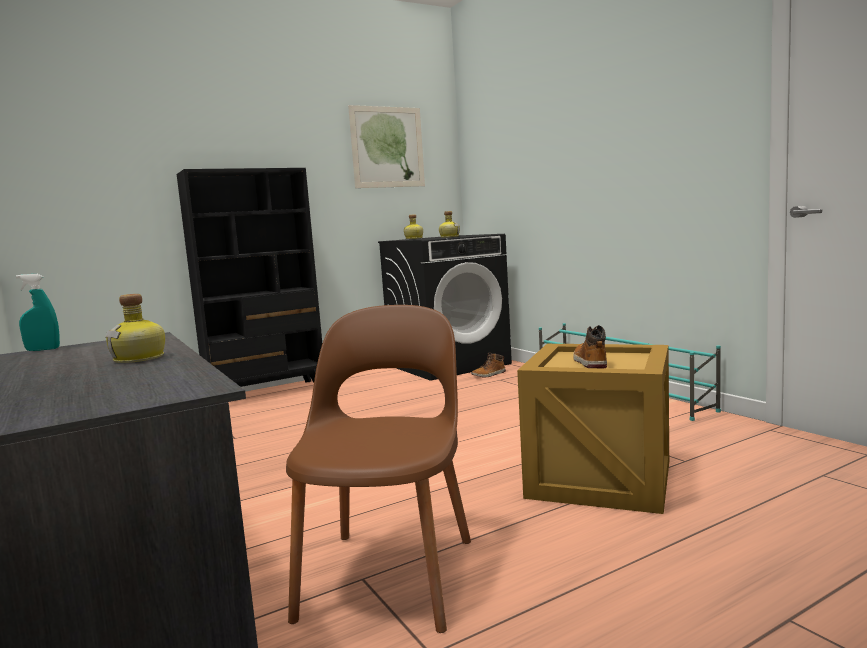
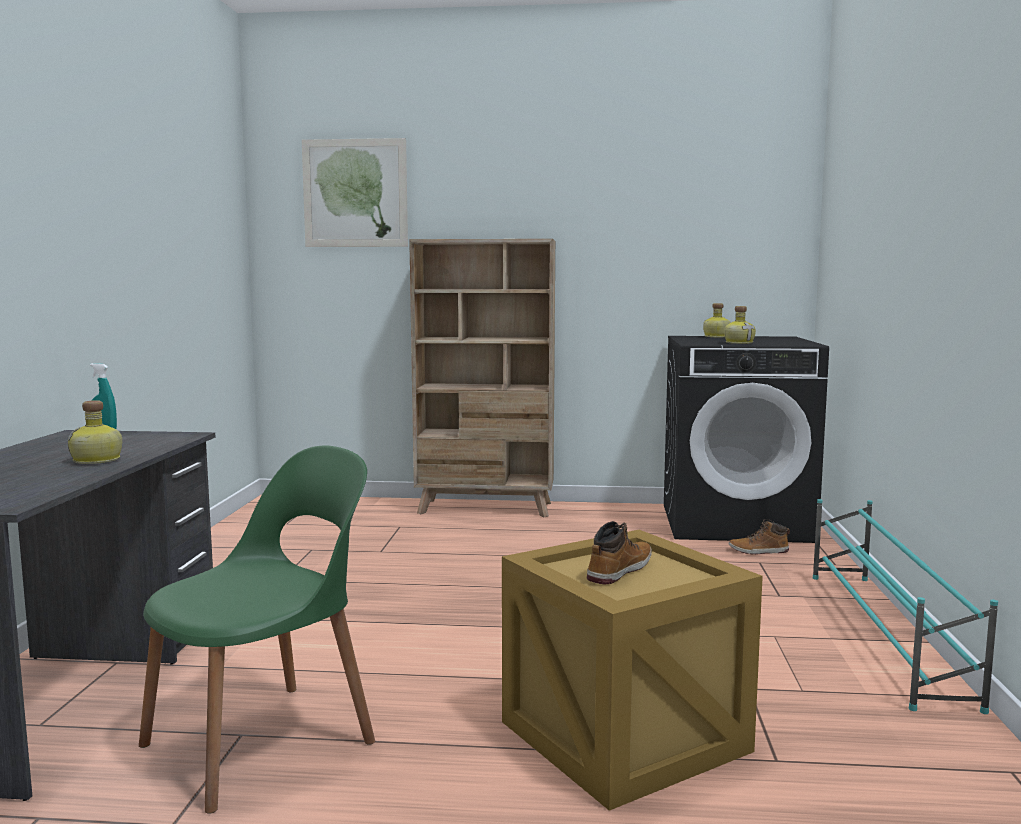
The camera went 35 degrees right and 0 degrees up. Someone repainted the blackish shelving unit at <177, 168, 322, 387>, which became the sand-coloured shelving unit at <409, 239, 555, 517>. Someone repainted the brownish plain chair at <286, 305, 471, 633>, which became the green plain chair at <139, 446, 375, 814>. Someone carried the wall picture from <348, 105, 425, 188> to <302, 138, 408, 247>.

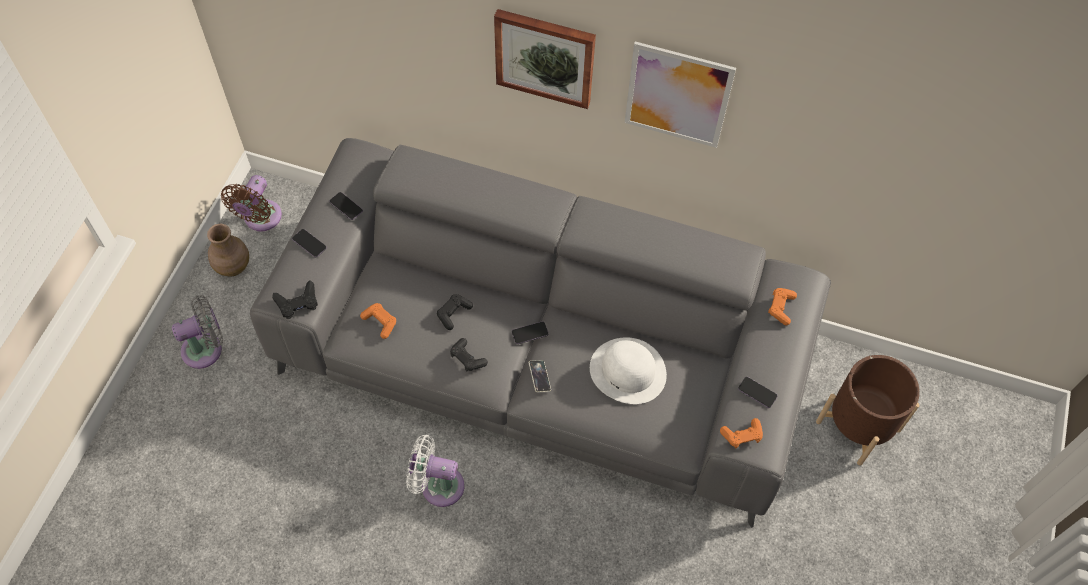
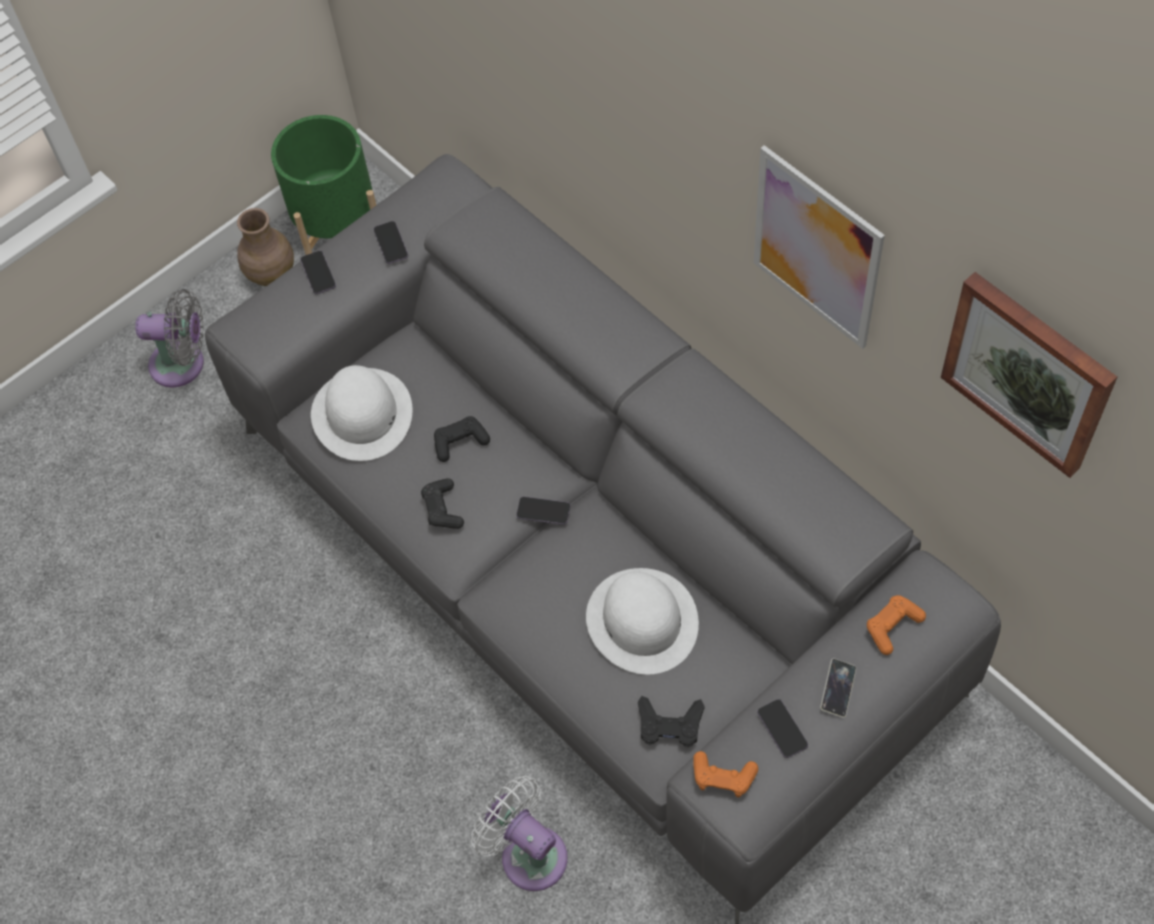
The camera went 35 degrees right and 0 degrees up. Someone swapped the brownish fan at <221, 175, 282, 231> for the green planter at <271, 115, 376, 255>. Someone carried the blackish joypad from <272, 280, 318, 319> to <638, 696, 705, 747>. Someone swapped the orange-coloured joypad at <360, 303, 396, 339> for the white-coloured clothing hat at <311, 365, 413, 461>. Someone carried the white-coloured fan from <406, 435, 464, 507> to <471, 776, 568, 891>. Someone carried the wall picture from <494, 9, 596, 109> to <941, 272, 1117, 478>. Someone carried the handset from <529, 360, 551, 393> to <820, 658, 856, 718>. Someone took away the brownish planter at <816, 355, 920, 466>.

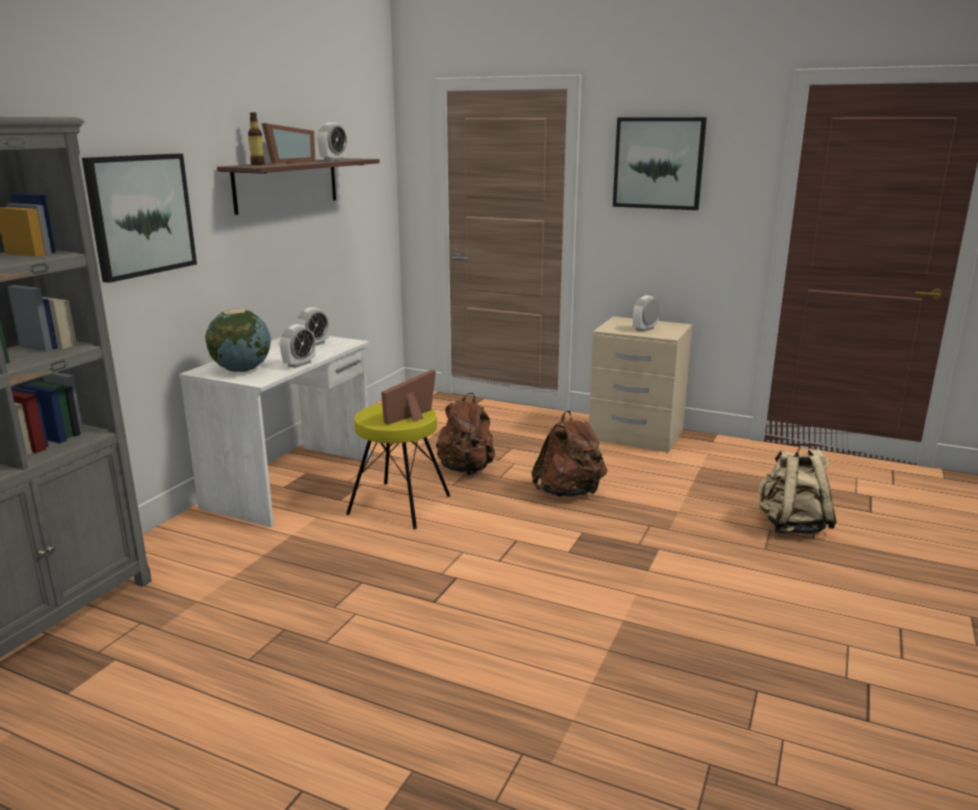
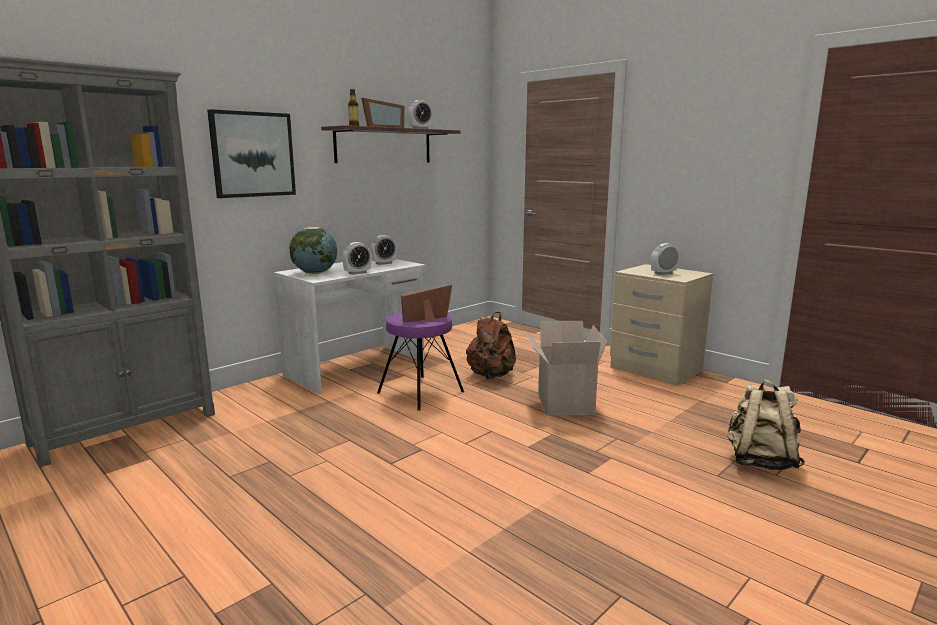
The camera went 20 degrees right and 5 degrees down. Someone repainted the yellow sitting stool at <346, 403, 450, 529>, which became the purple-coloured sitting stool at <377, 312, 464, 411>. Someone swapped the brownish rucksack at <531, 410, 607, 497> for the carton at <525, 321, 607, 416>. Someone took away the wall picture at <613, 117, 707, 210>.

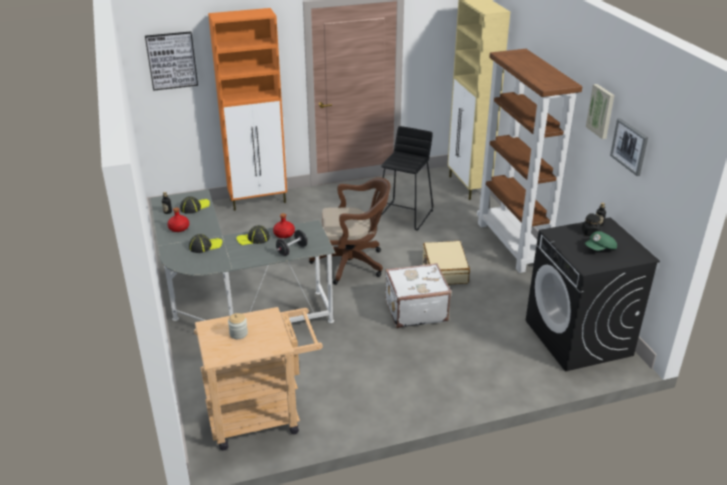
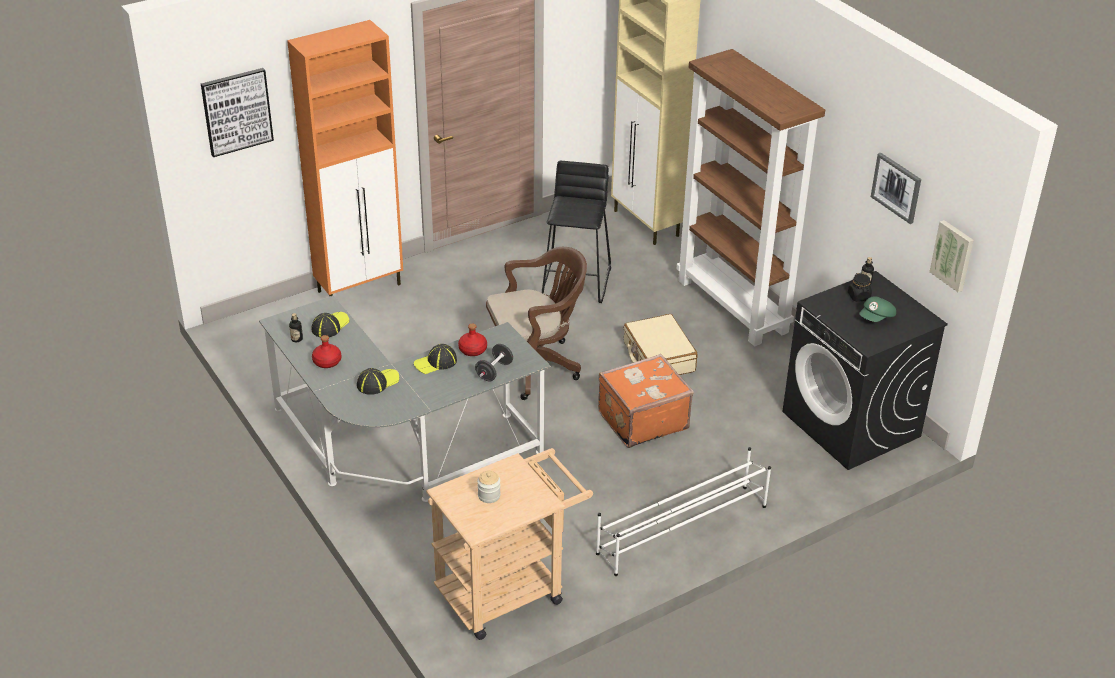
The camera went 15 degrees left and 5 degrees up. Someone repainted the white-coloured suitcase at <385, 263, 452, 328>, which became the orange-coloured suitcase at <598, 354, 694, 448>. Someone carried the wall picture from <586, 84, 614, 139> to <929, 220, 974, 292>. Someone put down the white-coloured shoe stand at <596, 447, 771, 576>.

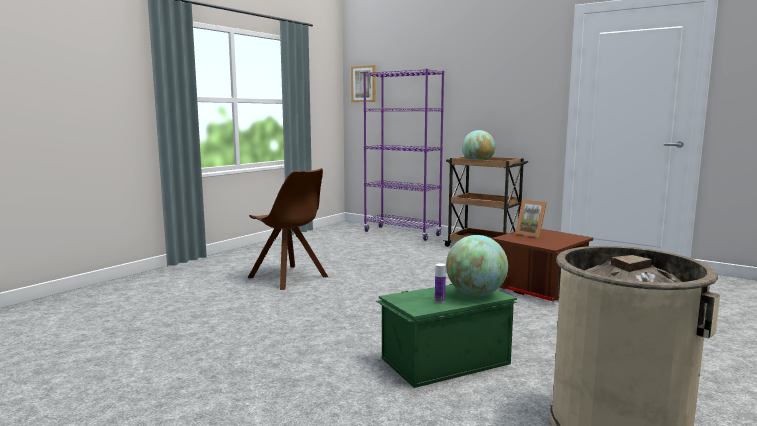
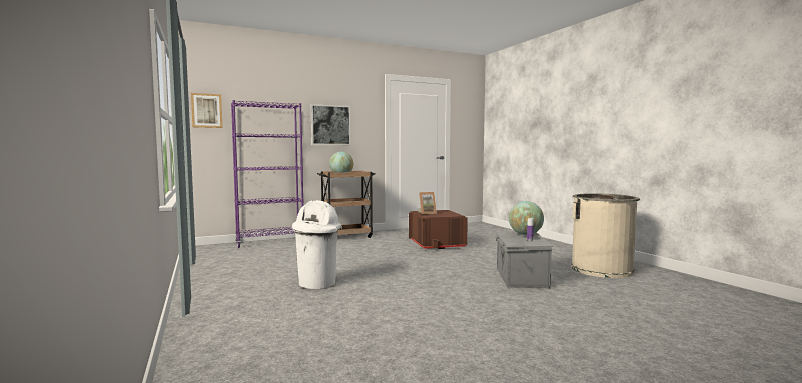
The camera went 60 degrees left and 5 degrees down. Someone swapped the brownish plain chair at <248, 168, 328, 290> for the white-coloured rubbish bin at <292, 200, 342, 289>. Someone repainted the green storage bin at <376, 284, 517, 388>, which became the gray storage bin at <495, 232, 554, 288>. Someone put up the wall picture at <311, 104, 351, 145>.

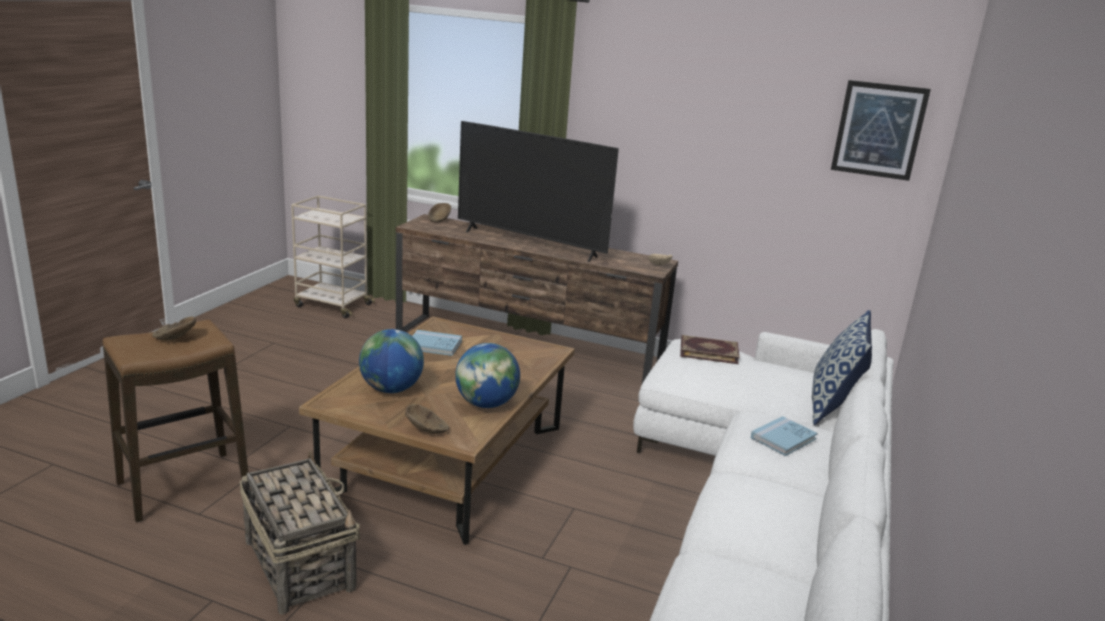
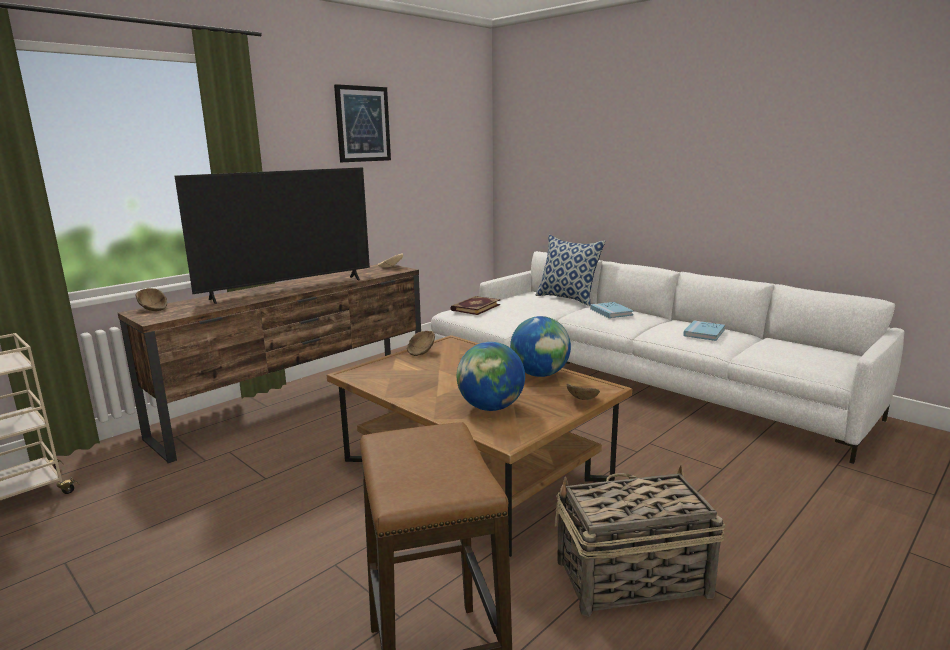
The camera went 65 degrees left and 5 degrees down. Someone carried the brownish serving bowl from <152, 316, 196, 340> to <407, 331, 435, 356>. Someone carried the bluish volume from <412, 330, 462, 356> to <683, 321, 725, 341>. Someone carried the wall picture from <831, 80, 931, 181> to <334, 84, 391, 162>.

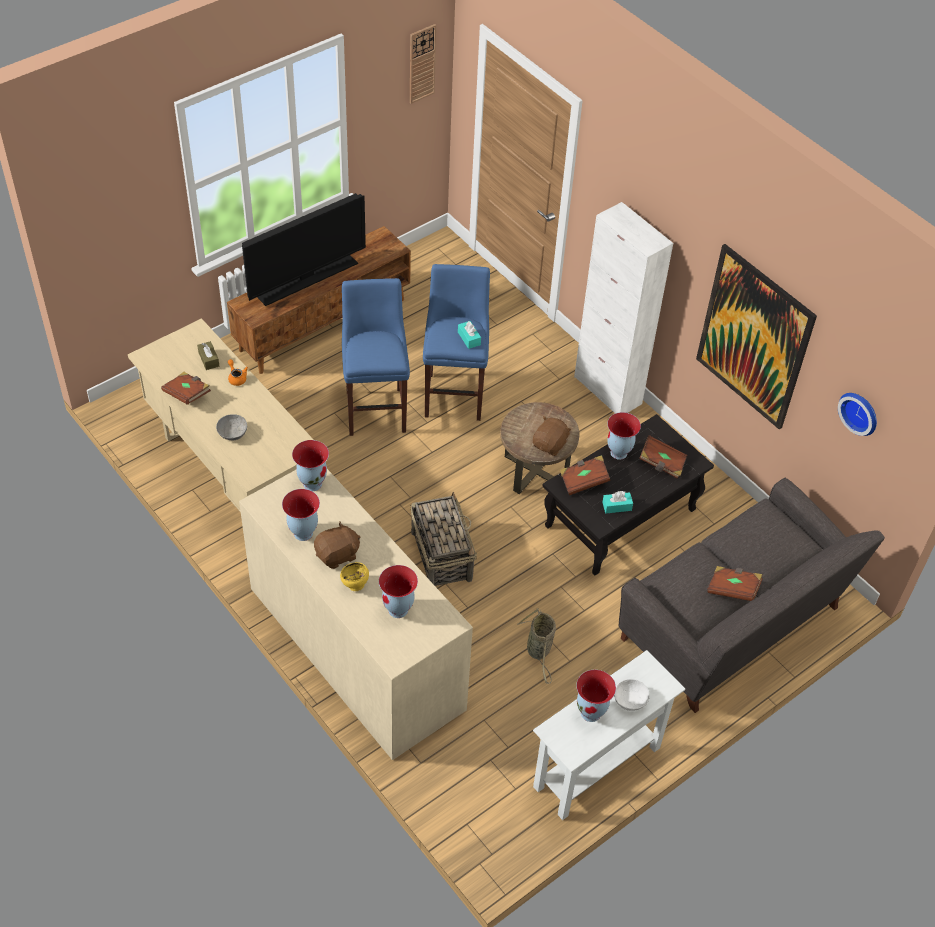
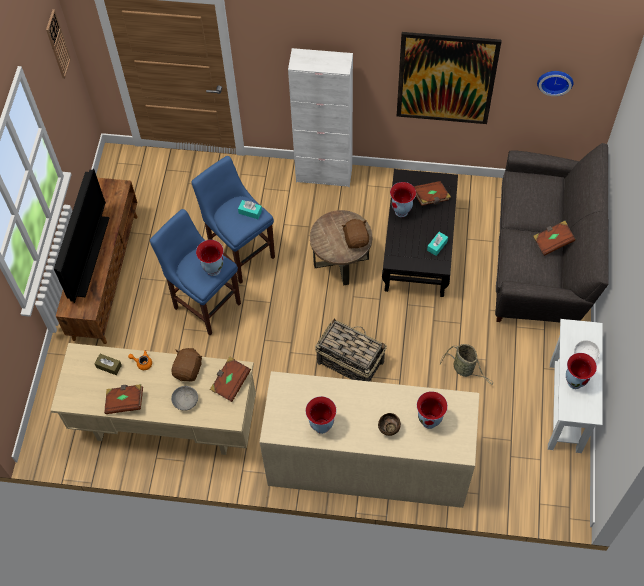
The camera went 40 degrees left and 10 degrees up. Someone carried the vase from <292, 440, 329, 491> to <196, 240, 224, 276>. Someone carried the brownish cuddly toy from <314, 521, 361, 569> to <171, 348, 202, 381>. Someone repainted the yellow serving bowl at <340, 562, 369, 591>, which became the brownish serving bowl at <378, 413, 401, 436>. Someone carried the brownish volume from <560, 455, 611, 495> to <210, 356, 251, 402>.

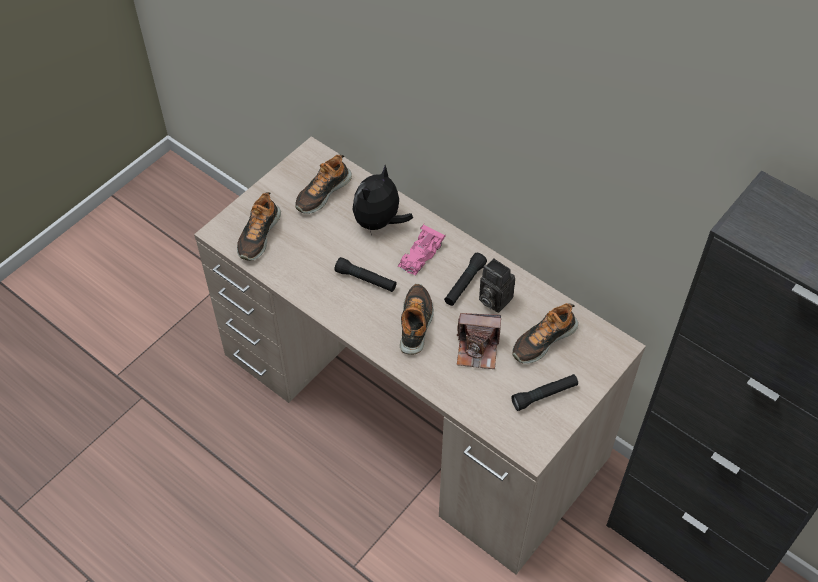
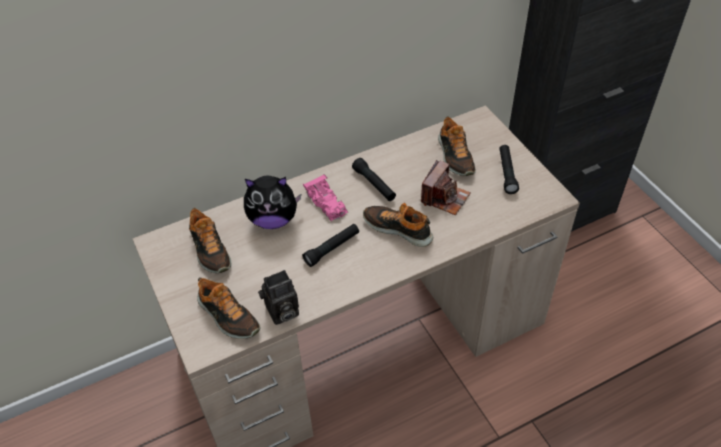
The camera went 65 degrees left and 5 degrees down. Someone rotated the cuddly toy at <352, 165, 413, 235> by 60 degrees counterclockwise. Someone carried the still camera from <479, 258, 515, 313> to <258, 270, 299, 325>.

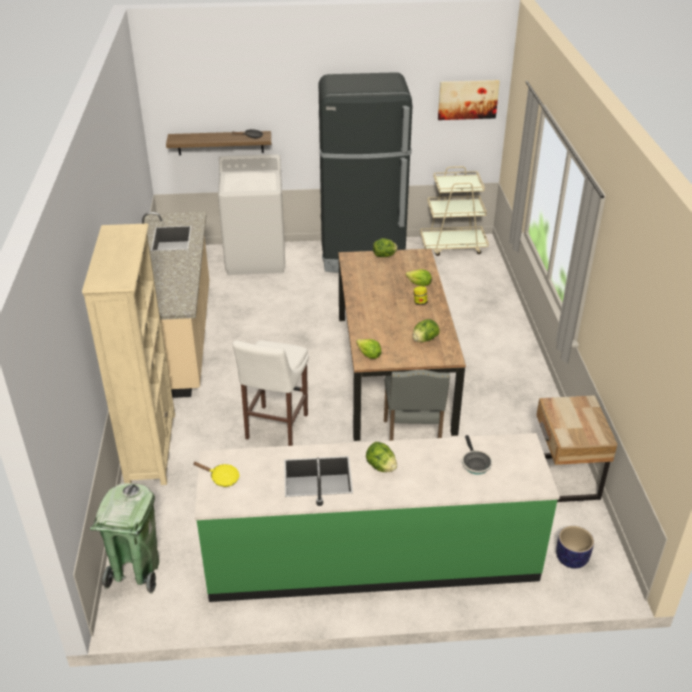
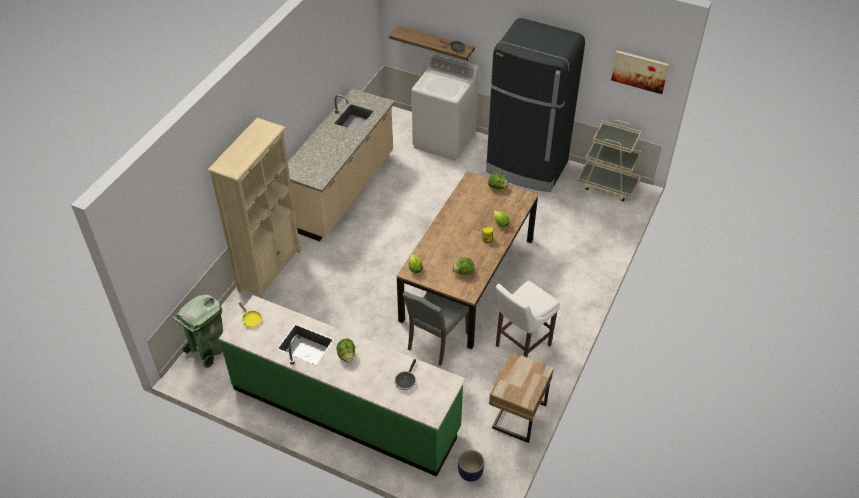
The camera went 30 degrees right and 10 degrees up. Someone carried the white-coloured sitting stool from <233, 340, 309, 446> to <496, 281, 560, 357>.

